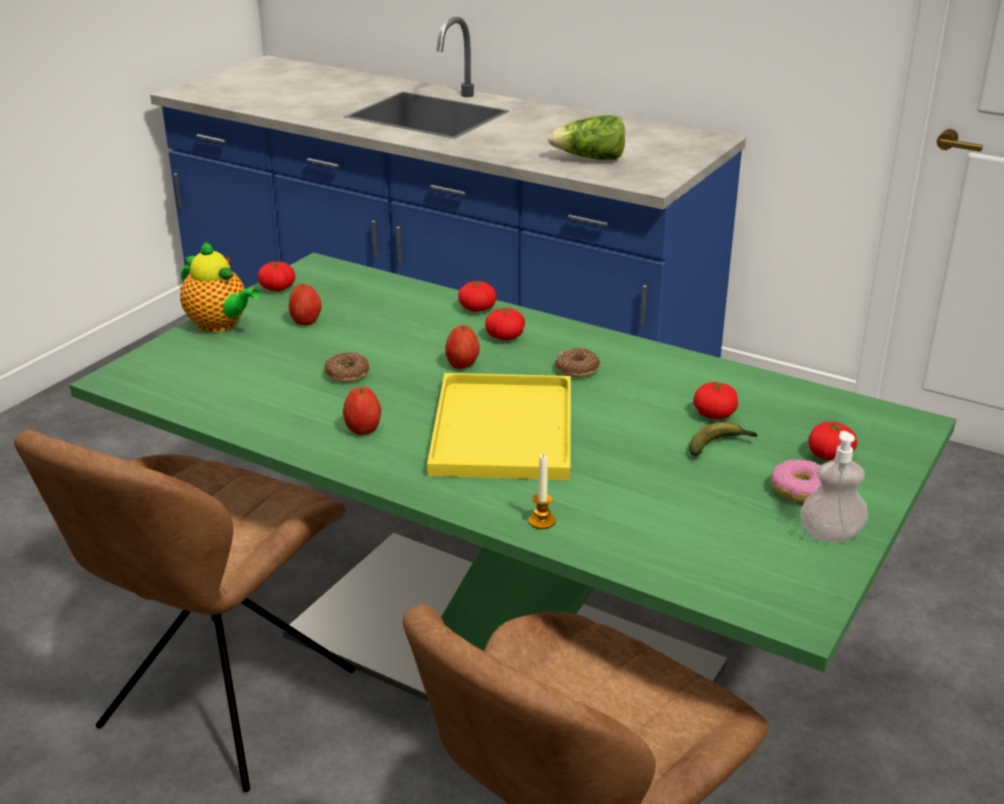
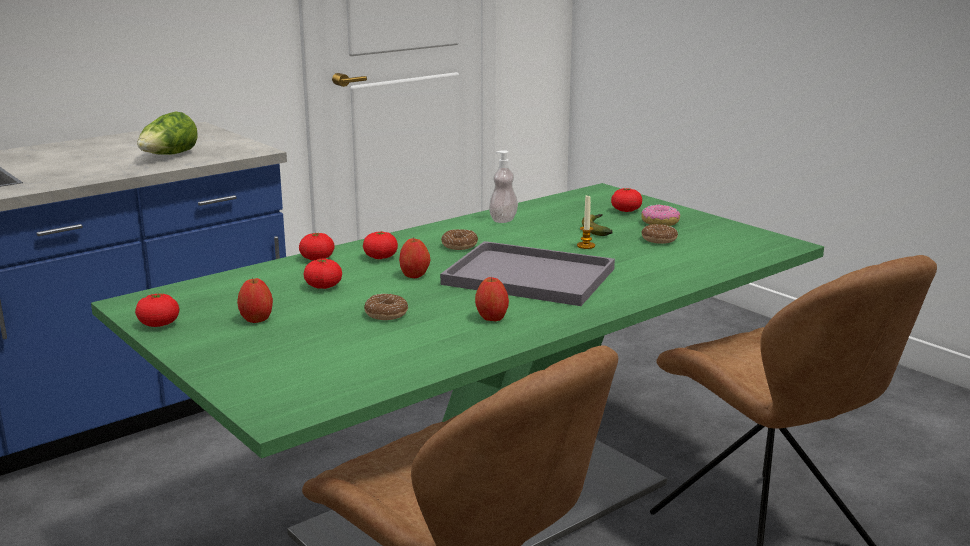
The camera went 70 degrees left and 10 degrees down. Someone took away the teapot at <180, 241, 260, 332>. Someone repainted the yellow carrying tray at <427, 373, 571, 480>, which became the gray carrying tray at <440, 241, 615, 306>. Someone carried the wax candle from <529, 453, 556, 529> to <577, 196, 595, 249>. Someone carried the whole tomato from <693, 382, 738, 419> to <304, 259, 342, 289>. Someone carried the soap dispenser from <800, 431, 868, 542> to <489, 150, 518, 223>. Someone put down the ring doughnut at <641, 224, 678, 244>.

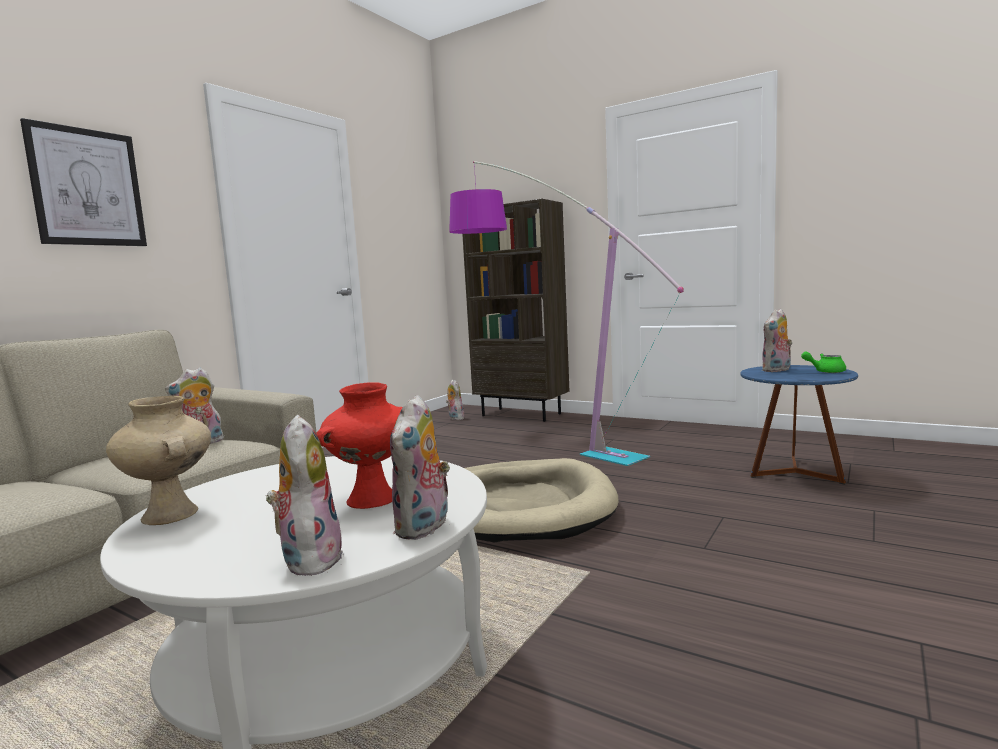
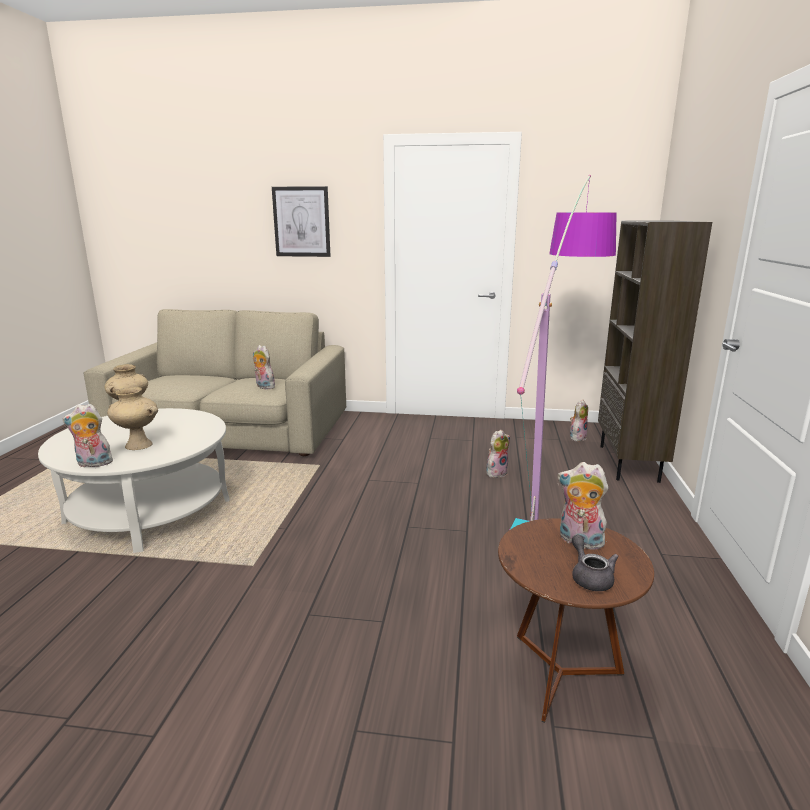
The camera went 65 degrees right and 10 degrees up. Someone carried the cuddly toy from <266, 415, 344, 576> to <486, 430, 510, 478>. Someone repainted the red vase at <316, 382, 403, 509>, which became the sand-coloured vase at <107, 387, 158, 450>. Someone took away the sand-coloured pet bed at <465, 458, 619, 542>. Someone repainted the bluish accent table at <740, 365, 858, 485>, which became the brownish accent table at <498, 518, 654, 723>. Someone repainted the green teapot at <801, 352, 846, 373>, which became the gray teapot at <572, 535, 619, 591>.

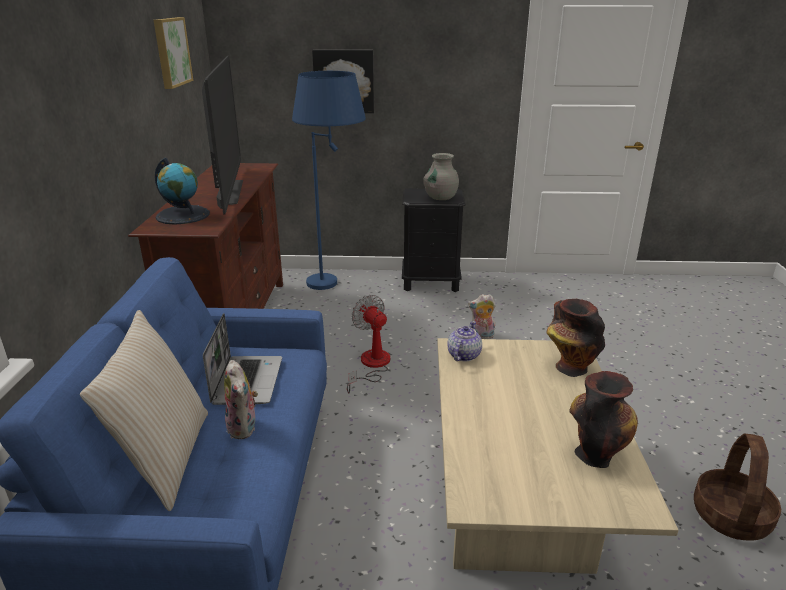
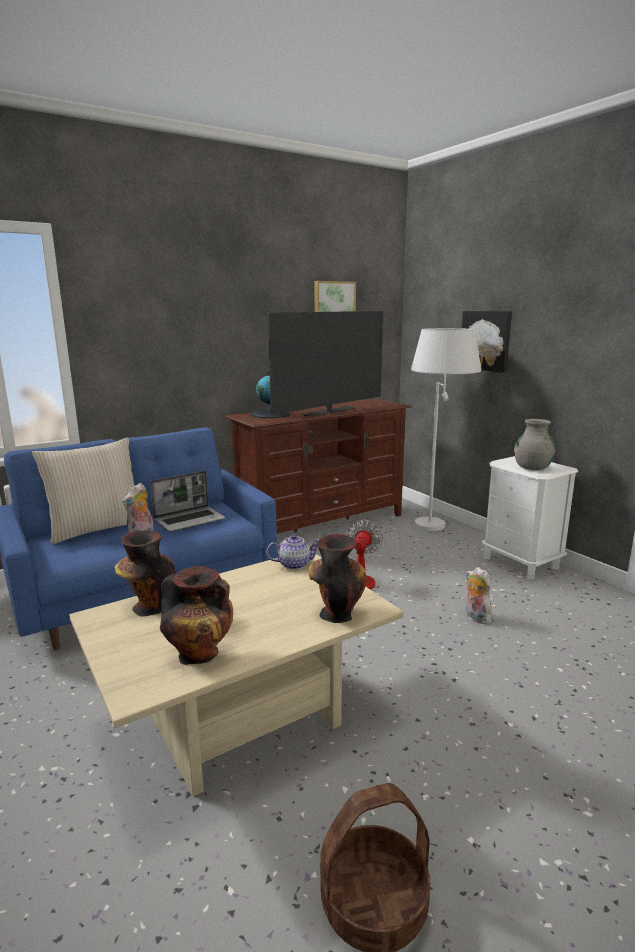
The camera went 55 degrees right and 10 degrees down. Someone repainted the bluish floor lamp at <292, 71, 366, 290>, which became the white-coloured floor lamp at <411, 328, 481, 531>. Someone repainted the blackish nightstand at <402, 188, 466, 292>, which became the white-coloured nightstand at <482, 456, 578, 580>. Someone put down the vase at <115, 530, 176, 617>.

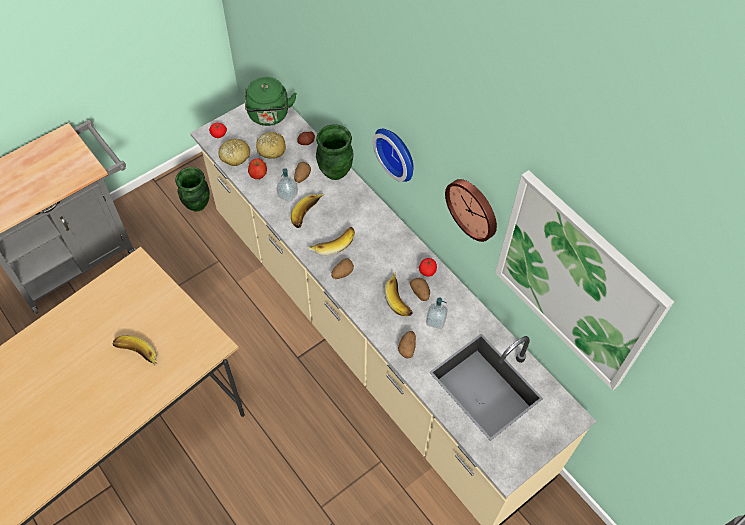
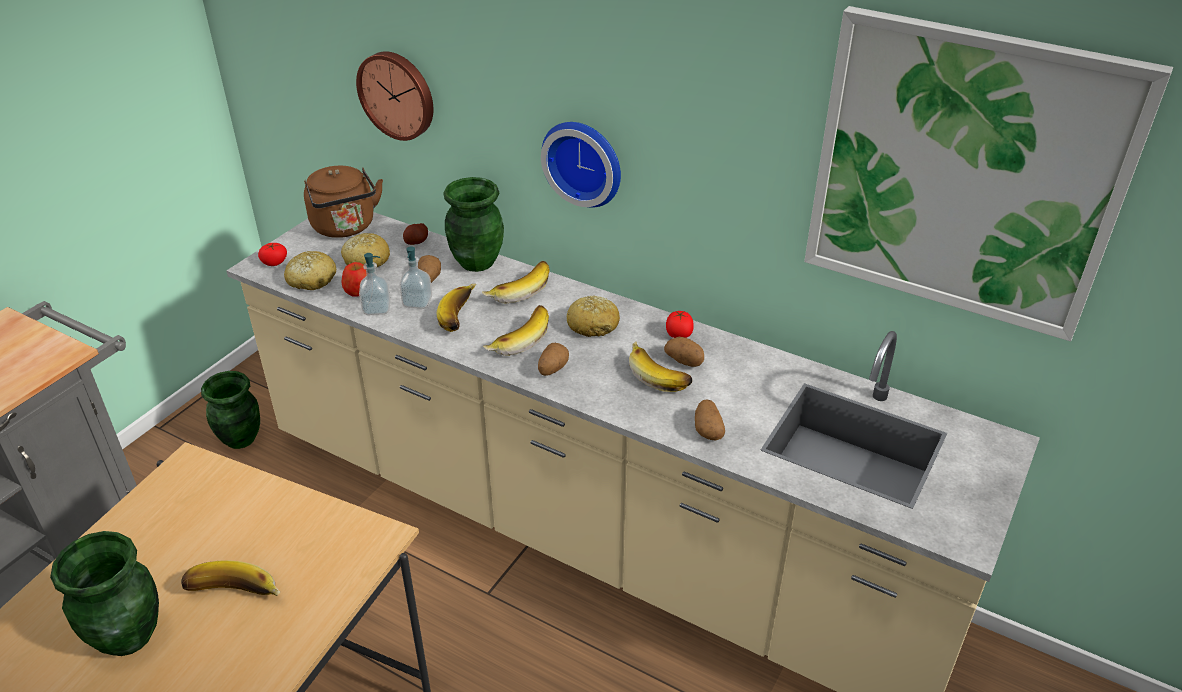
The camera went 20 degrees left and 20 degrees down. Someone repainted the green water kettle at <245, 77, 297, 126>, which became the brownish water kettle at <304, 166, 383, 238>. Someone carried the soap dispenser from <426, 297, 448, 329> to <359, 253, 391, 315>. Someone carried the wall clock from <445, 179, 497, 242> to <356, 51, 433, 141>. Someone put down the green vase at <50, 531, 159, 656>. Someone put down the whole banana at <482, 261, 550, 304>. Someone put down the bakery bread at <567, 295, 620, 337>.

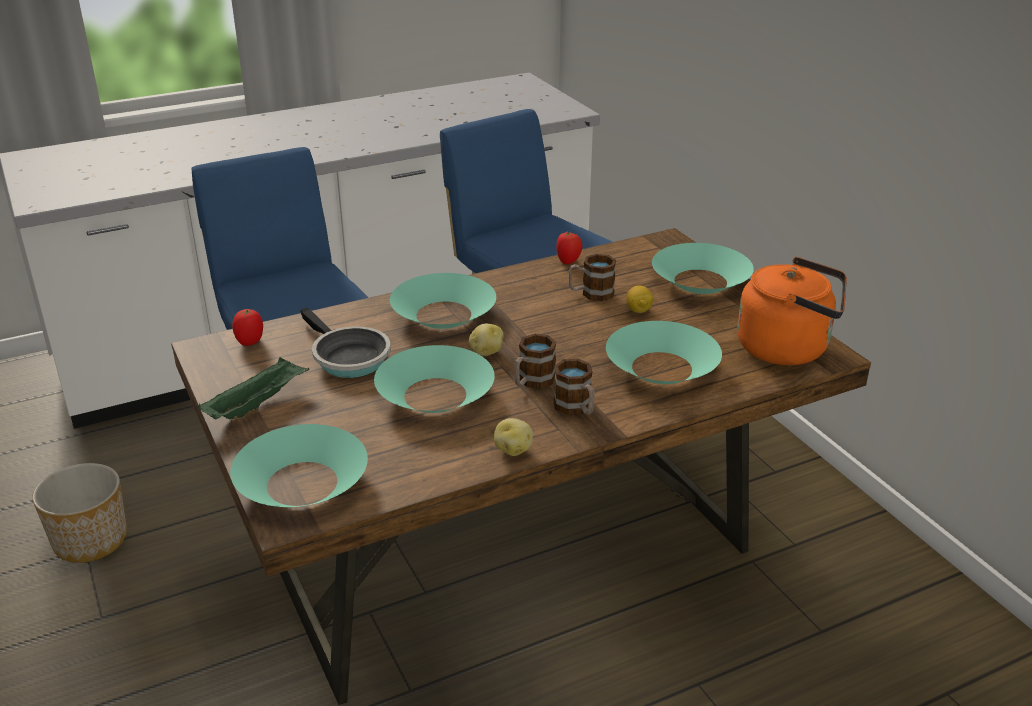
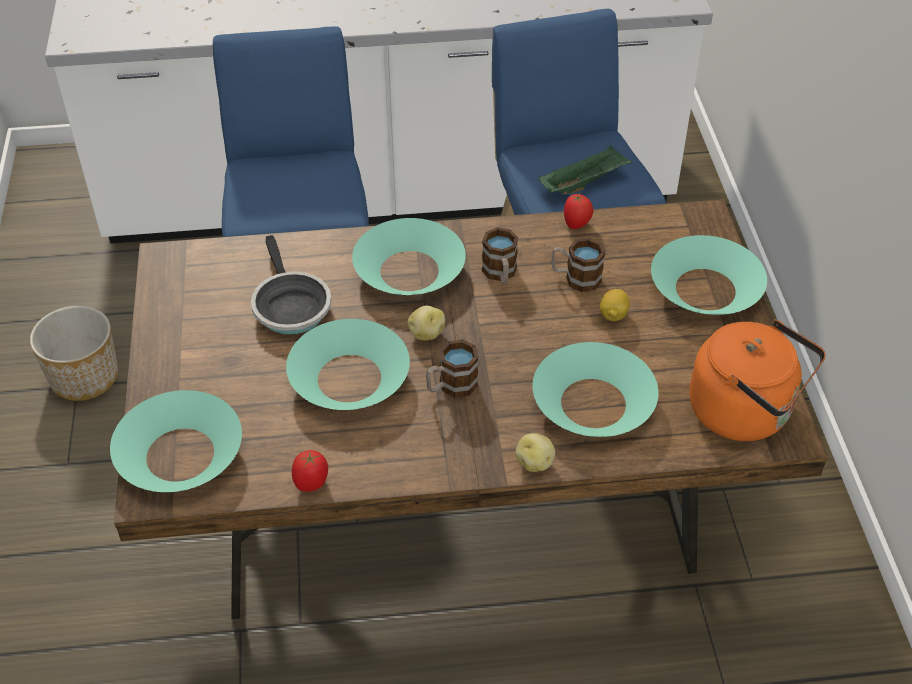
The camera went 20 degrees right and 15 degrees up. Someone carried the green carrying tray from <199, 357, 309, 419> to <539, 145, 632, 194>. Someone carried the whole tomato from <232, 309, 263, 346> to <292, 450, 328, 492>. Someone carried the potato from <494, 418, 533, 456> to <515, 433, 555, 472>. Someone carried the mug from <553, 359, 595, 415> to <482, 227, 518, 285>.

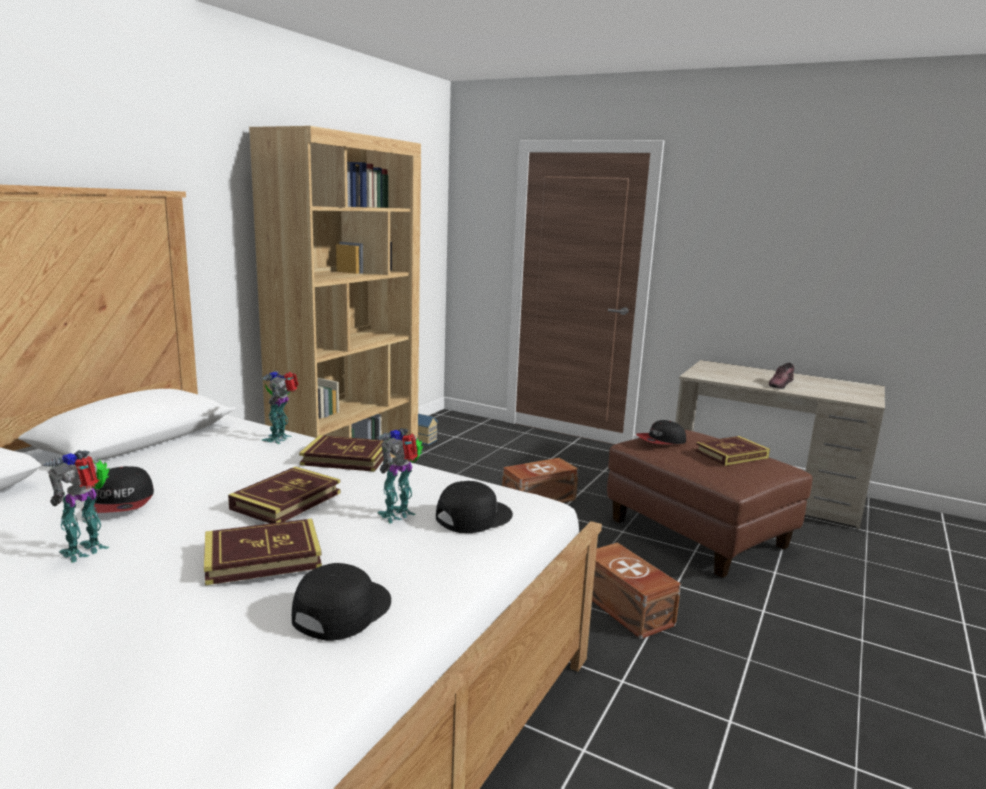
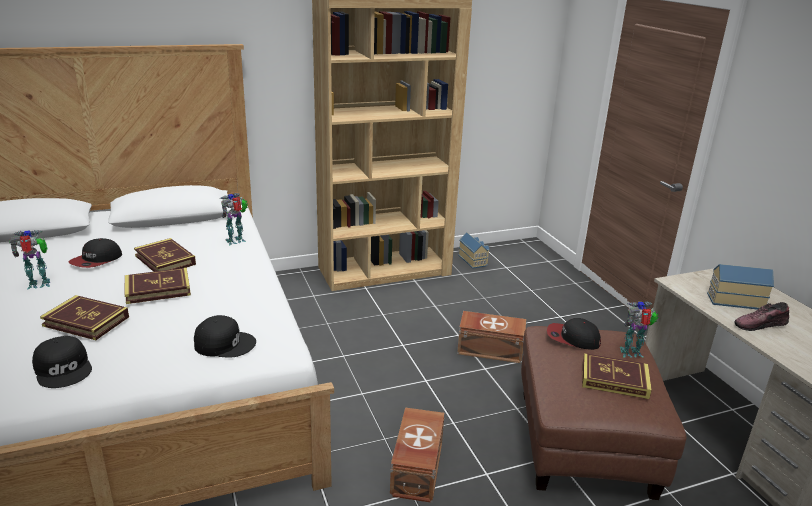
The camera went 40 degrees right and 10 degrees up. Someone rotated the blackish baseball cap at <292, 563, 391, 641> by 75 degrees clockwise. Someone carried the volume from <299, 435, 384, 472> to <134, 238, 196, 272>. Someone carried the robot figure from <376, 428, 423, 523> to <619, 301, 658, 358>. Someone put down the toy house at <707, 264, 774, 310>.

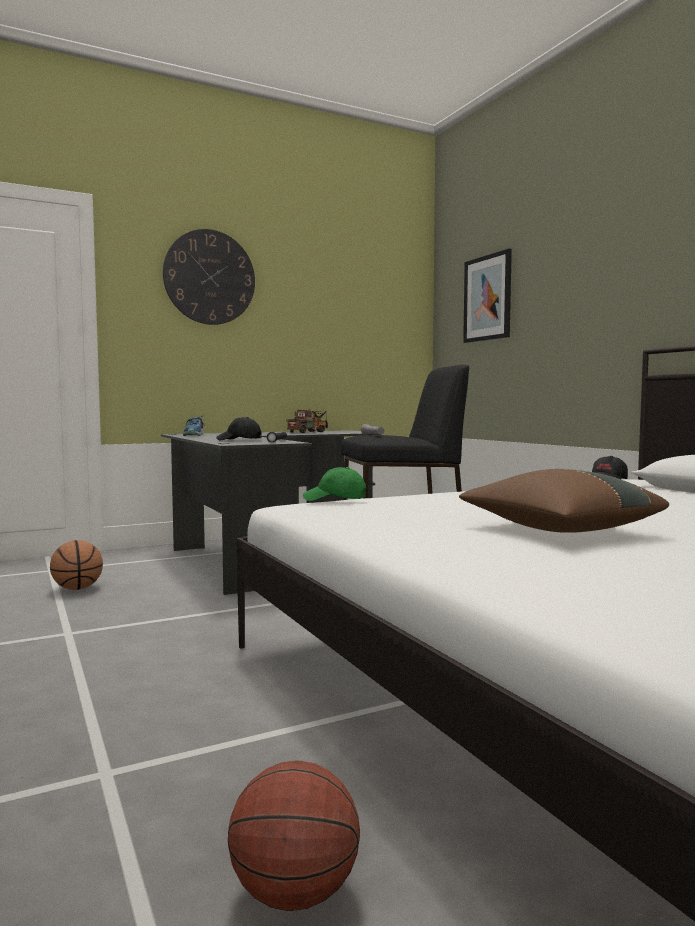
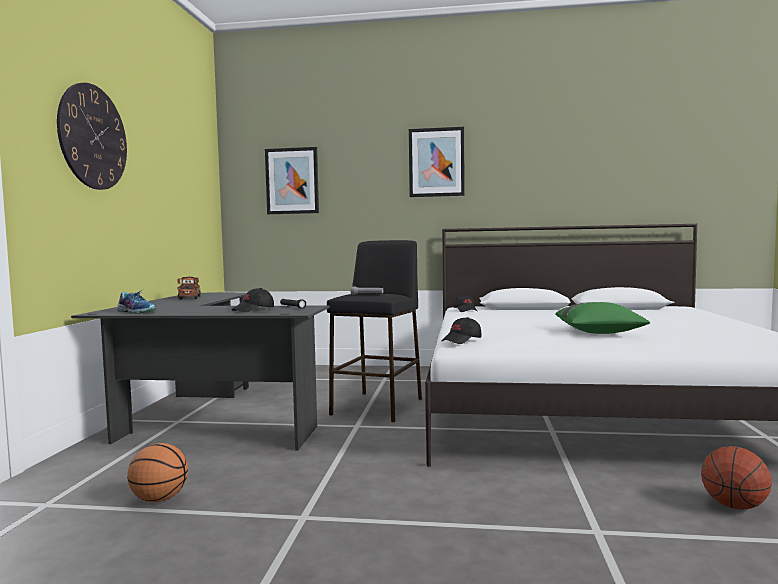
The camera went 55 degrees left and 0 degrees up. Someone repainted the green baseball cap at <303, 467, 366, 501>, which became the blackish baseball cap at <442, 317, 482, 344>. Someone repainted the brownish throw pillow at <459, 469, 669, 533>, which became the green throw pillow at <555, 302, 650, 334>. Someone put up the wall picture at <409, 127, 465, 197>.

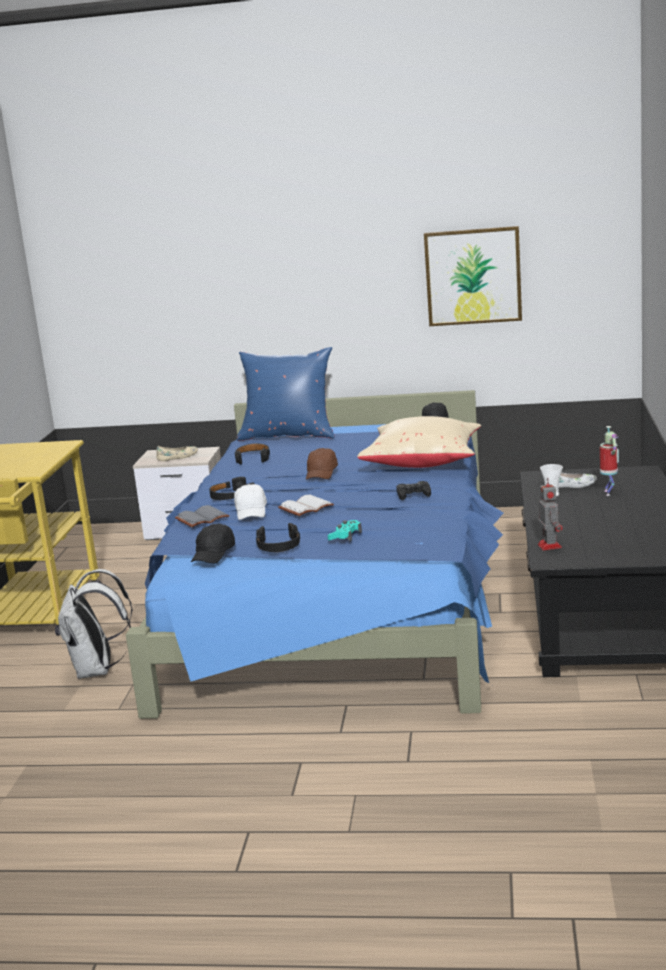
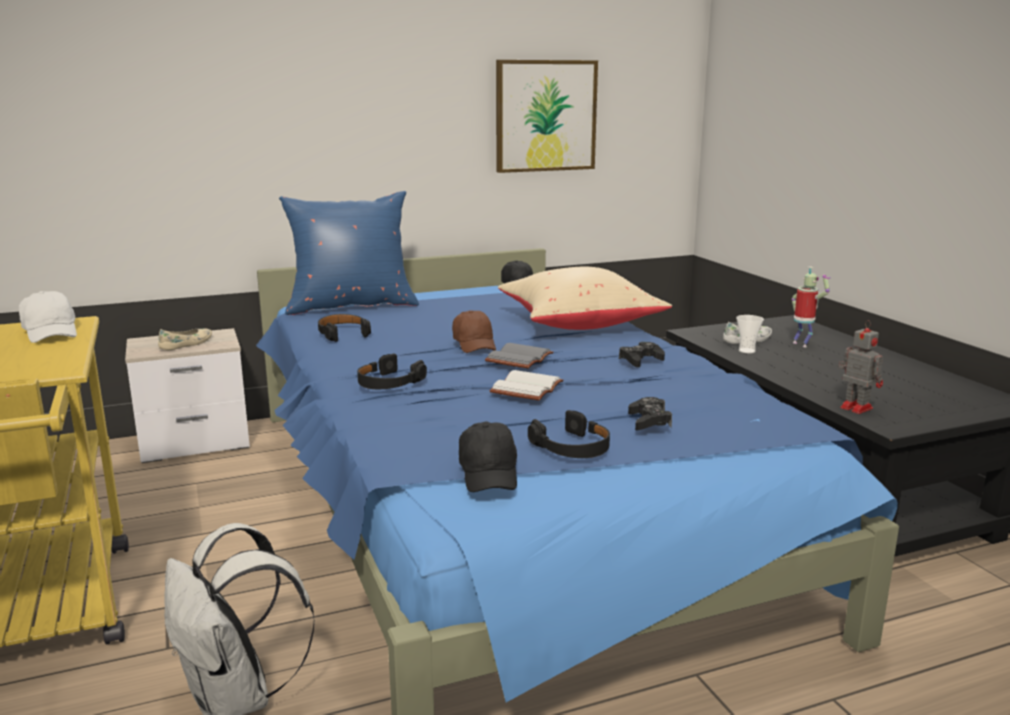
The camera went 30 degrees left and 0 degrees up. Someone carried the gray volume from <175, 505, 230, 527> to <485, 343, 553, 369>. Someone carried the white-coloured baseball cap from <234, 484, 267, 520> to <18, 291, 77, 343>. Someone repainted the blue-green joypad at <328, 520, 362, 541>, which became the blackish joypad at <628, 397, 672, 430>.

